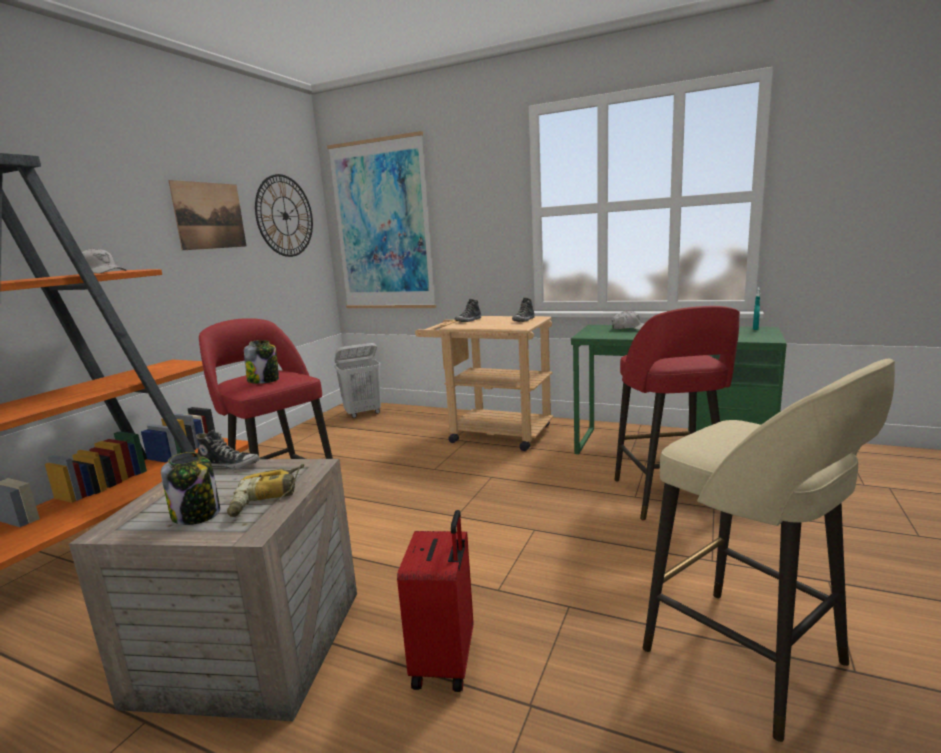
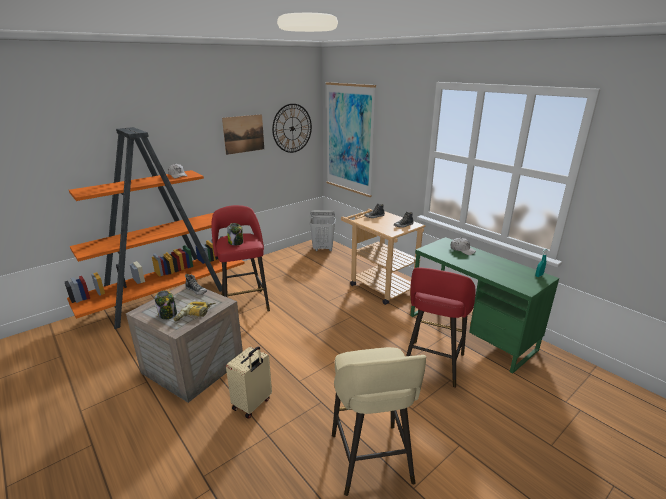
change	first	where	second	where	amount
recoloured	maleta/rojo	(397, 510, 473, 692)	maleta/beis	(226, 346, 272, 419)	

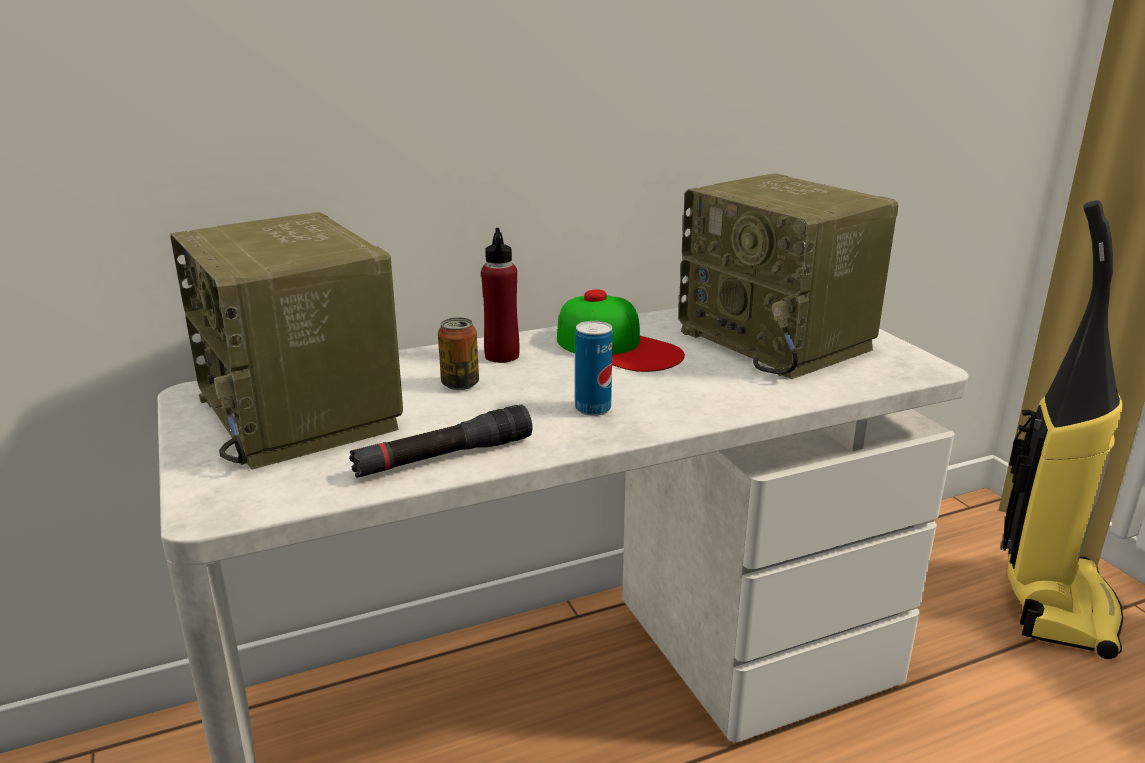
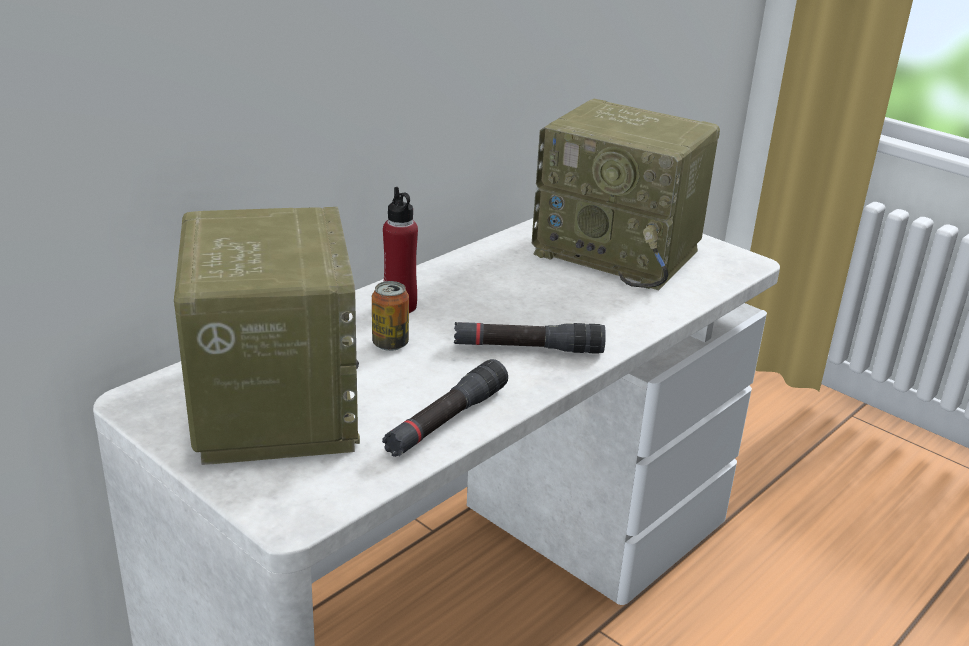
change	first	where	second	where	amount
turned	radio	(170, 212, 403, 470)		(174, 207, 360, 465)	135 degrees counterclockwise
replaced	lata	(575, 321, 613, 416)	linterna/negro	(454, 322, 606, 354)	
removed	gorra	(557, 289, 685, 372)			
removed	aspiradora	(1000, 200, 1123, 659)			

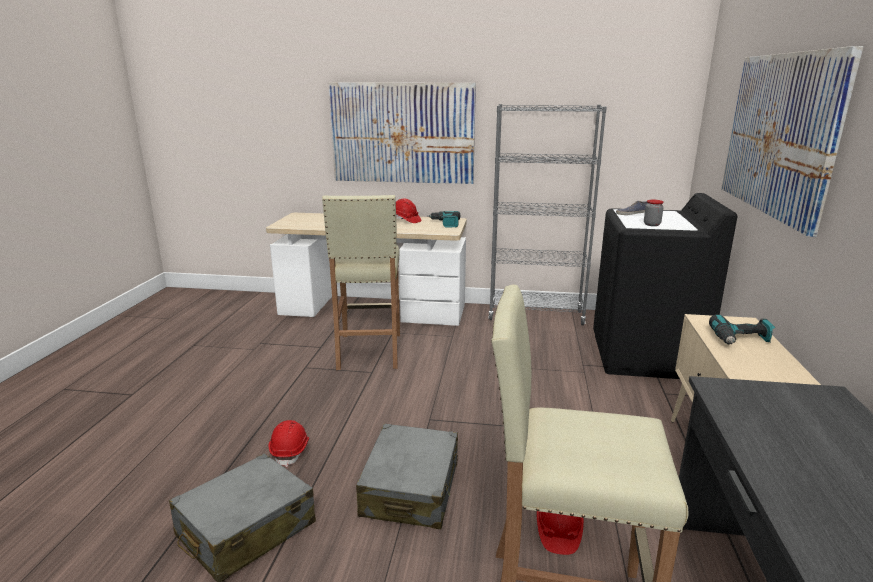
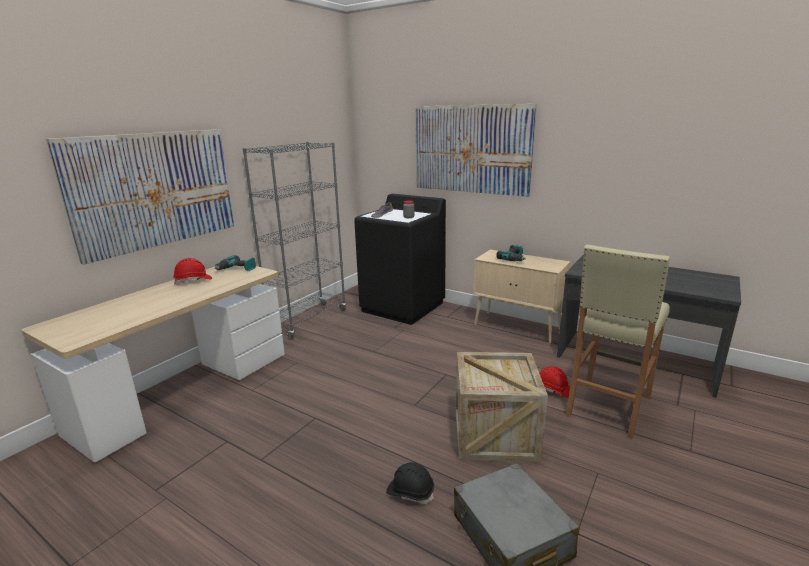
change	first	where	second	where	amount
recoloured	casco/rojo	(269, 420, 309, 467)	casco/negro	(386, 462, 434, 504)	
replaced	maleta/gris	(356, 424, 458, 529)	caja de embalaje	(456, 352, 548, 462)	
removed	taburete/beis	(322, 195, 400, 370)			

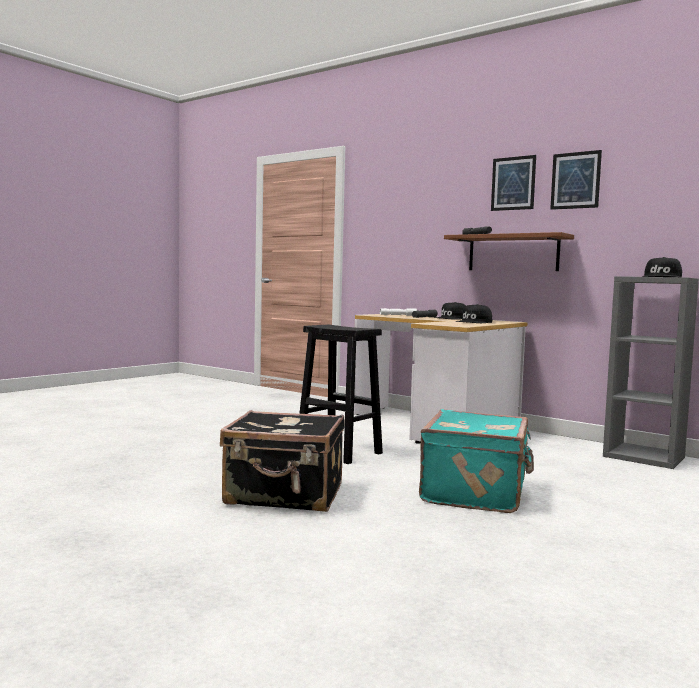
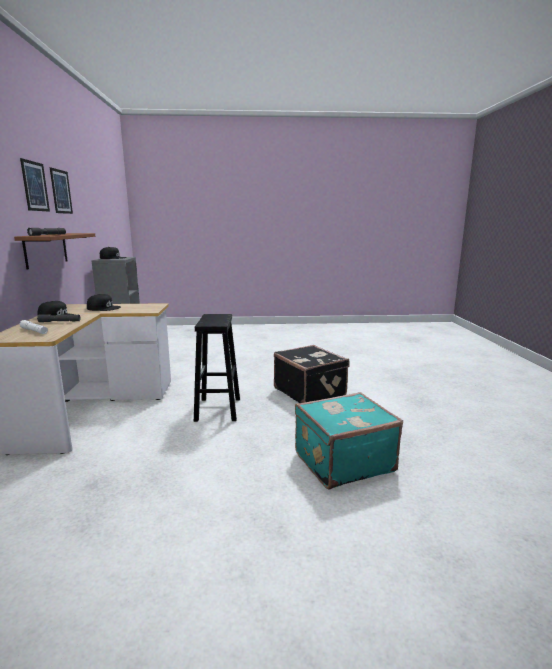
change	first	where	second	where	amount
moved	maleta/turquesa	(419, 409, 534, 513)		(295, 392, 403, 489)	

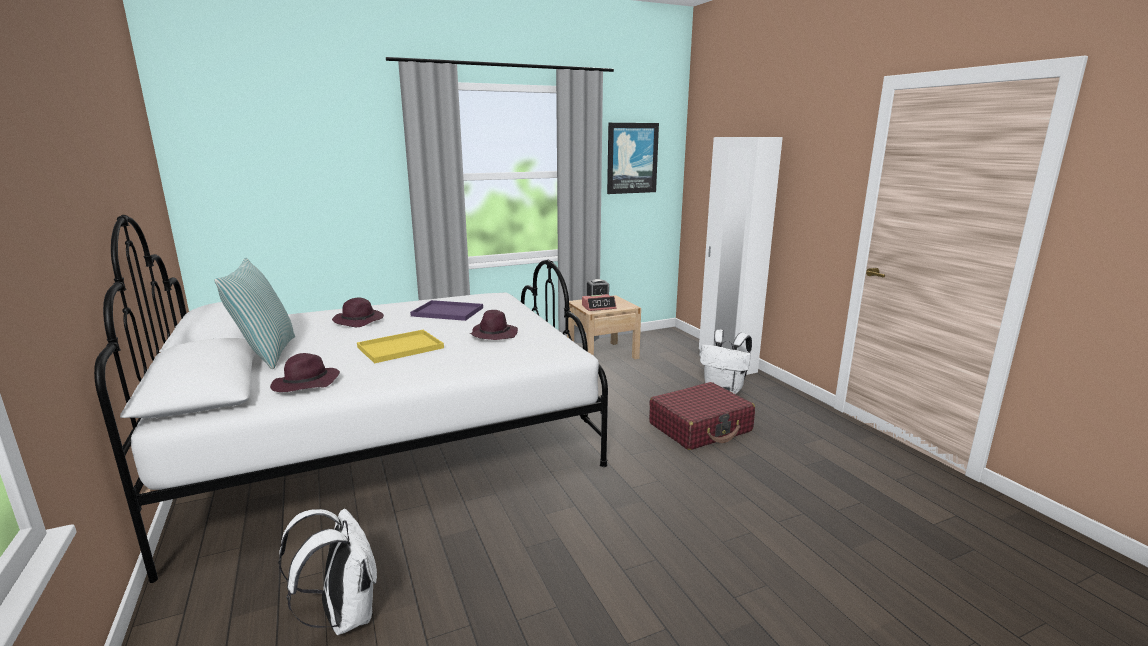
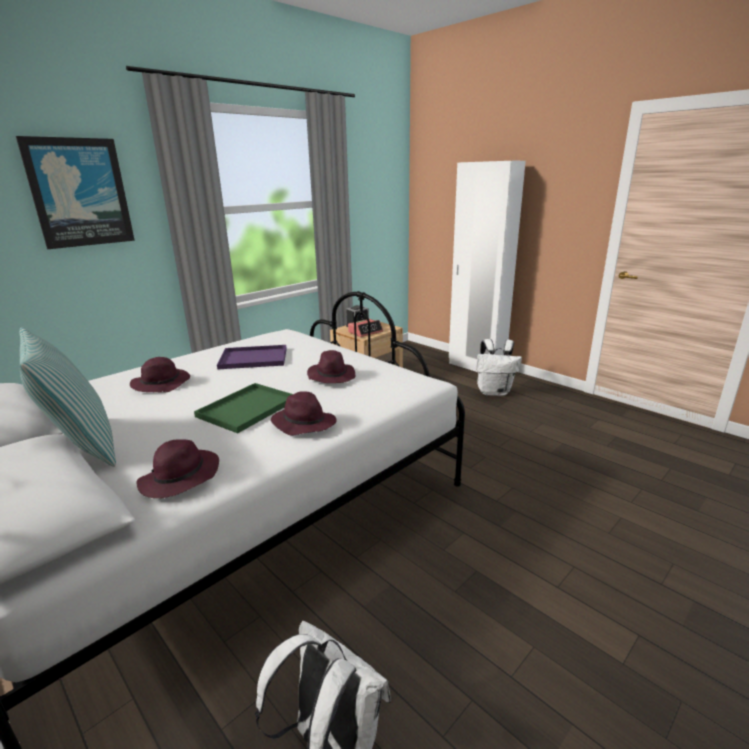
change	first	where	second	where	amount
moved	cuadro	(607, 123, 659, 194)		(16, 136, 135, 249)	
recoloured	bandeja/amarillo	(357, 330, 444, 363)	bandeja/verde	(194, 383, 293, 433)	
added			sombrero/morado	(271, 391, 337, 436)	
removed	maleta/rojo	(649, 382, 755, 450)			

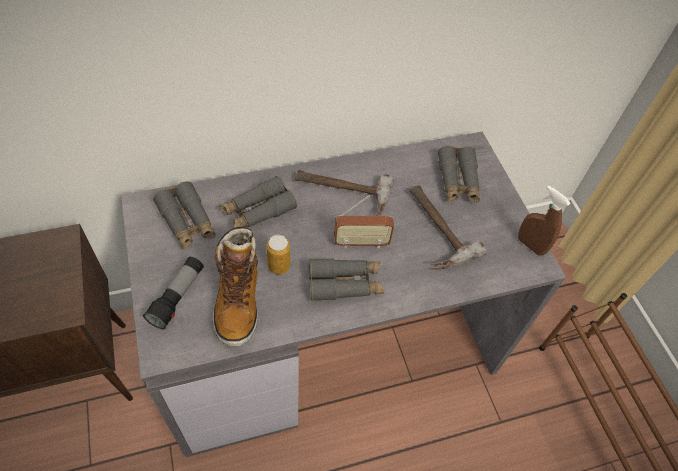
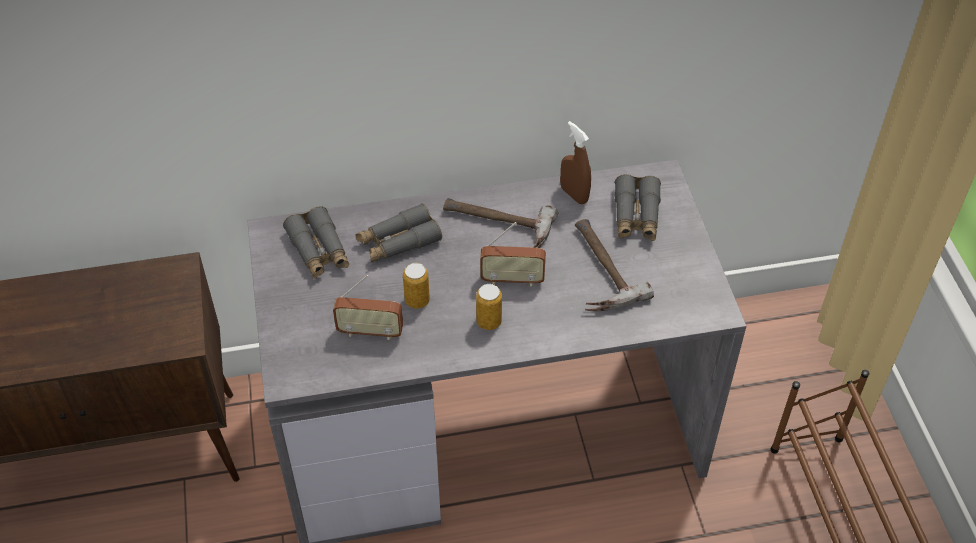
change	first	where	second	where	amount
replaced	bota	(213, 227, 258, 346)	radio	(333, 275, 403, 340)	
replaced	prismáticos/gris	(309, 258, 384, 301)	lata	(476, 284, 502, 330)	
moved	pulverizador/marrón	(518, 185, 571, 255)		(560, 121, 591, 204)	
removed	linterna	(143, 257, 204, 330)			

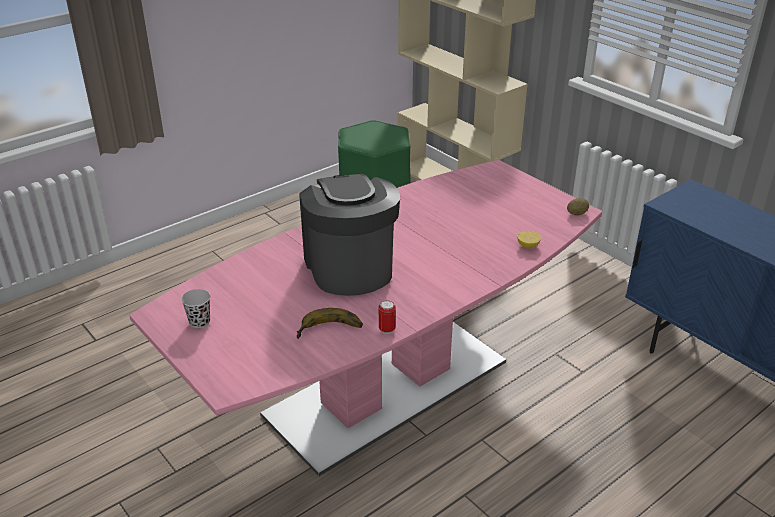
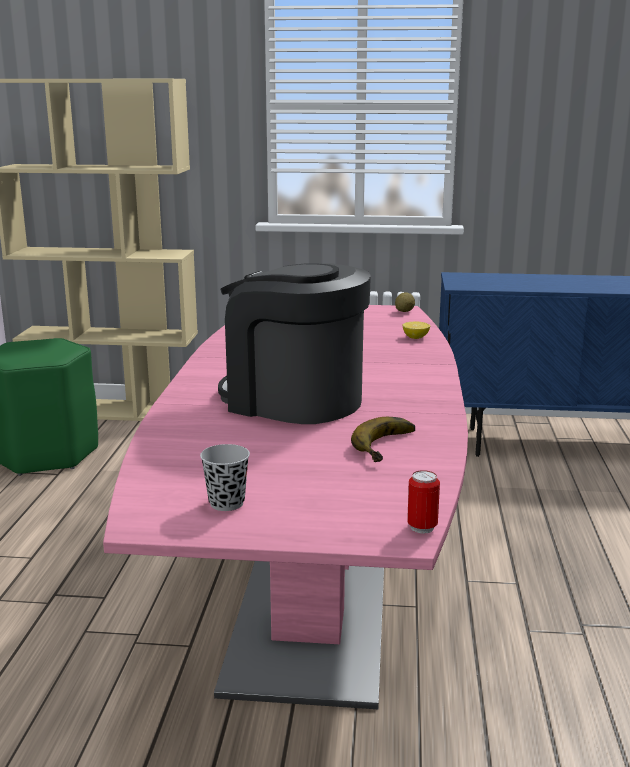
change	first	where	second	where	amount
moved	lata	(379, 300, 396, 334)		(407, 470, 440, 534)	

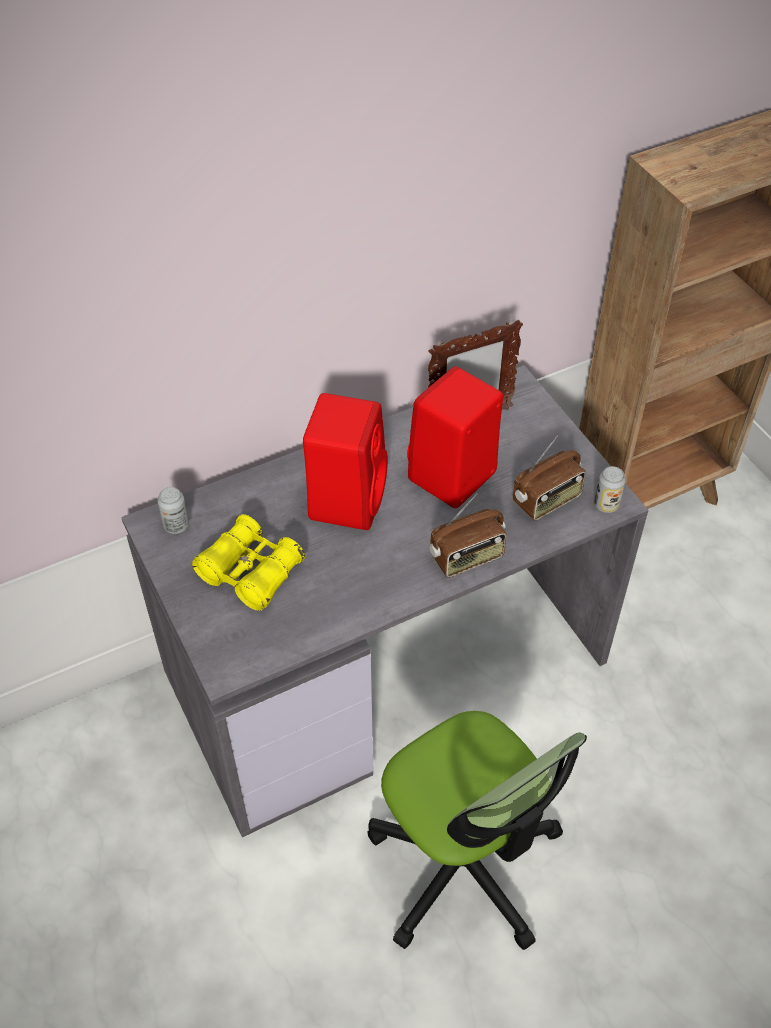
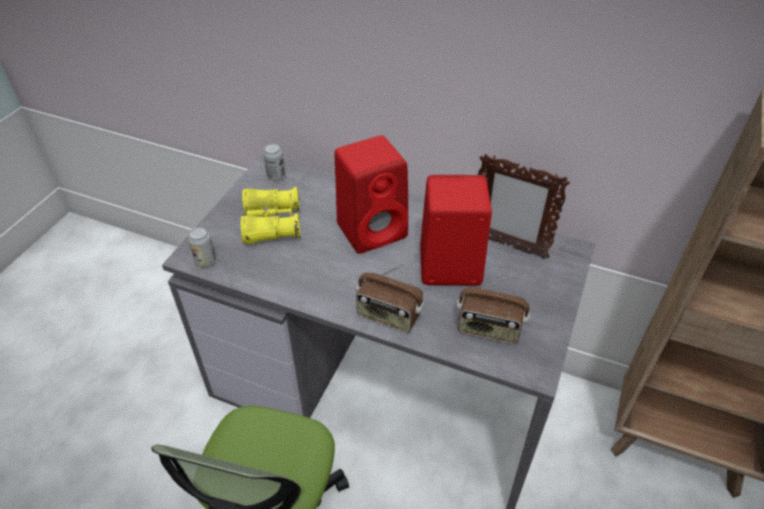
change	first	where	second	where	amount
moved	lata	(594, 466, 626, 513)		(188, 227, 216, 267)	

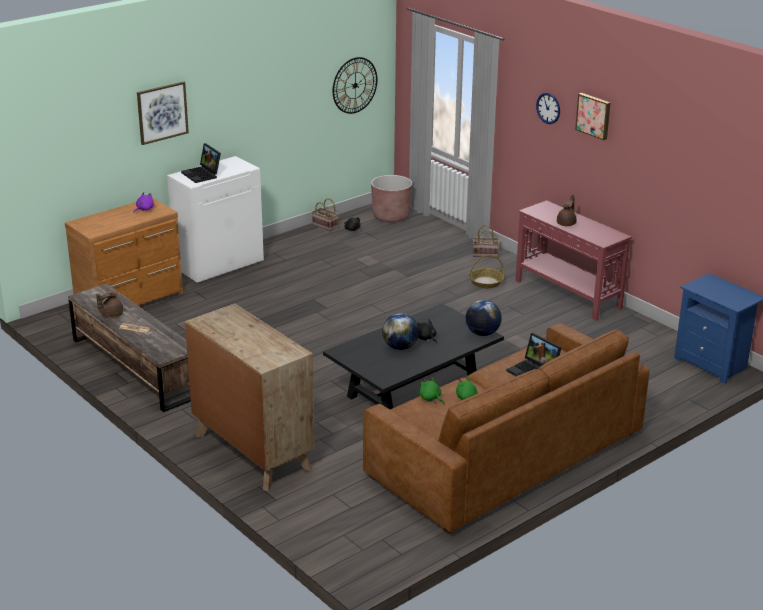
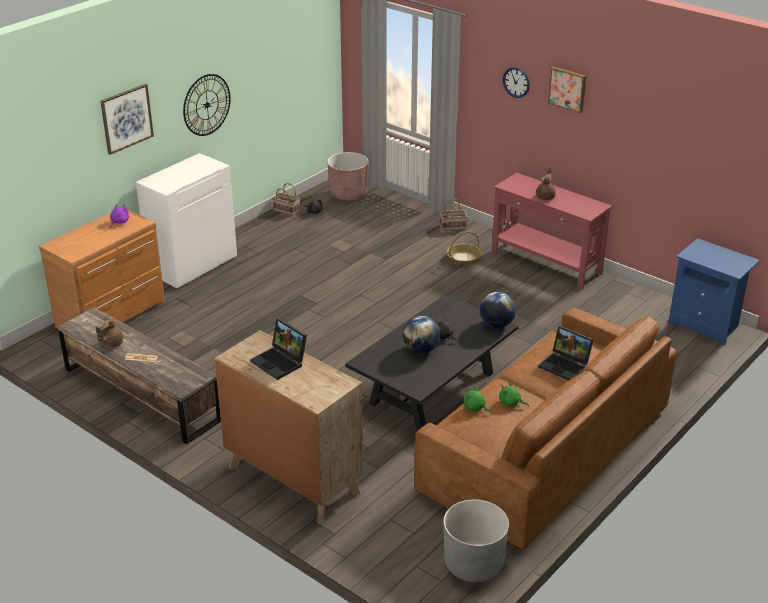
change	first	where	second	where	amount
moved	reloj de pared	(333, 57, 377, 114)		(183, 74, 231, 136)	
moved	portátil	(181, 143, 221, 183)		(250, 318, 307, 380)	
added			maceta/gris	(443, 499, 509, 582)	

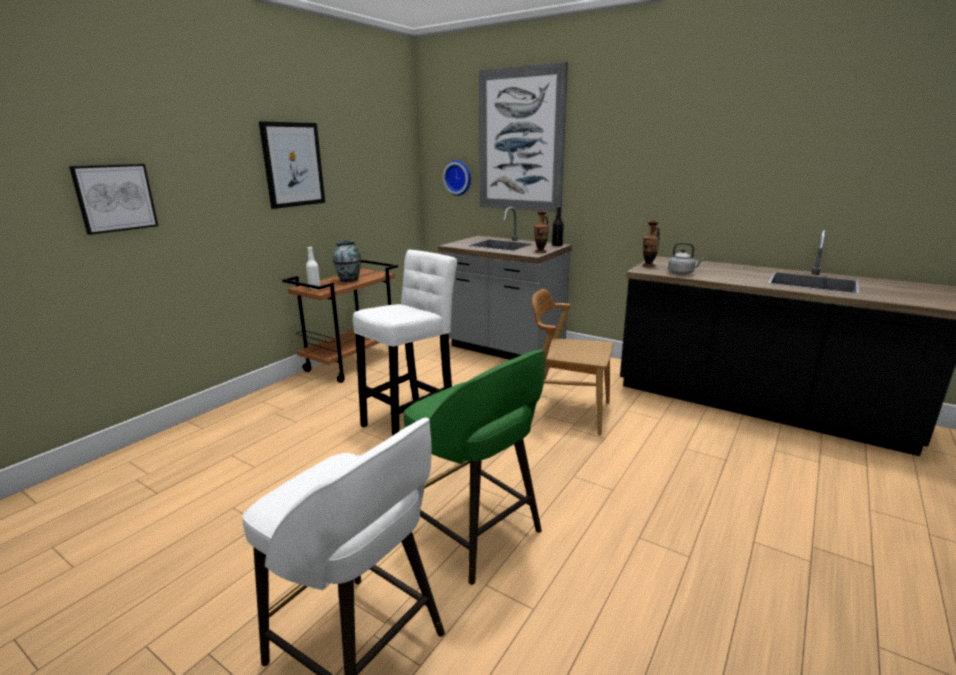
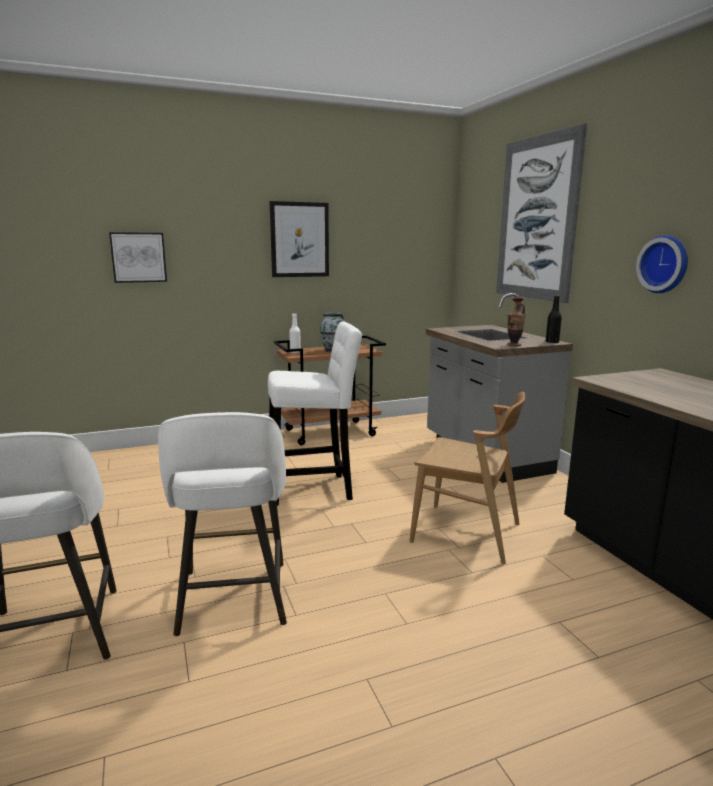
change	first	where	second	where	amount
recoloured	taburete/verde	(404, 349, 545, 585)	taburete/blanco	(158, 412, 287, 636)	
turned	silla/marrón	(532, 289, 613, 436)		(410, 392, 526, 564)	150 degrees clockwise
moved	reloj de pared	(443, 160, 471, 196)		(636, 235, 688, 293)	
removed	florero	(642, 221, 660, 267)			
removed	hervidor/gris	(668, 242, 704, 275)			

